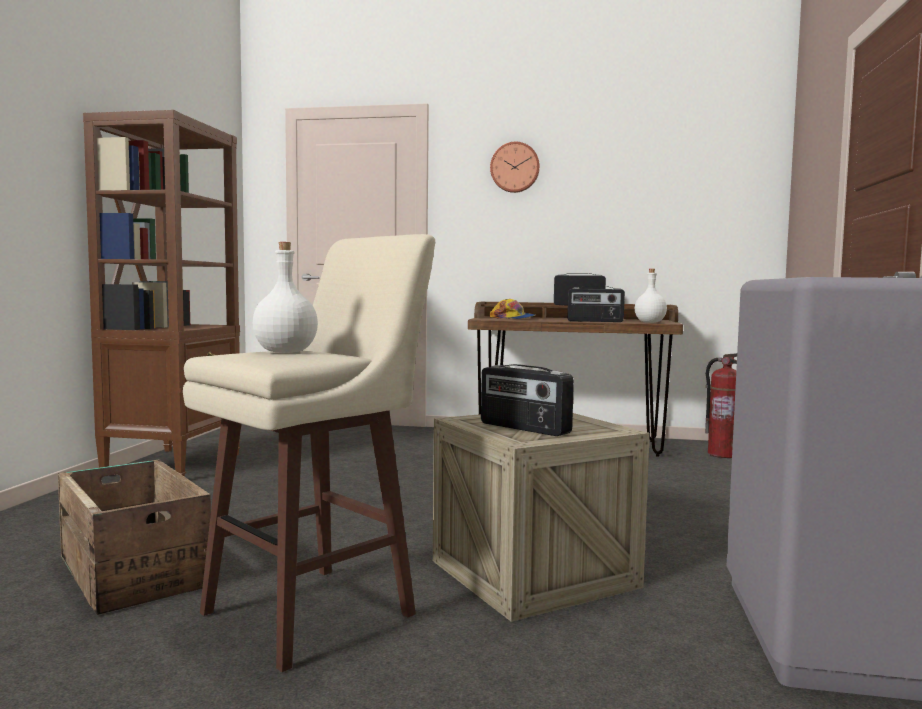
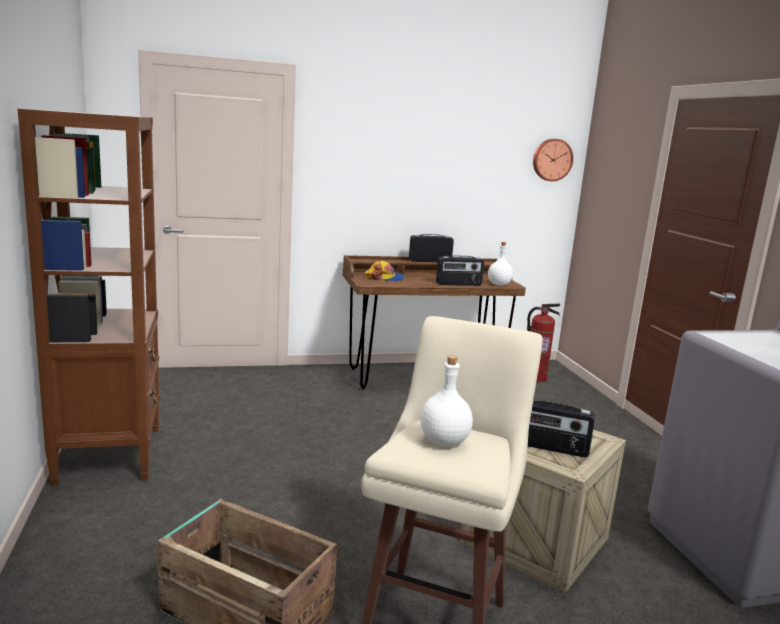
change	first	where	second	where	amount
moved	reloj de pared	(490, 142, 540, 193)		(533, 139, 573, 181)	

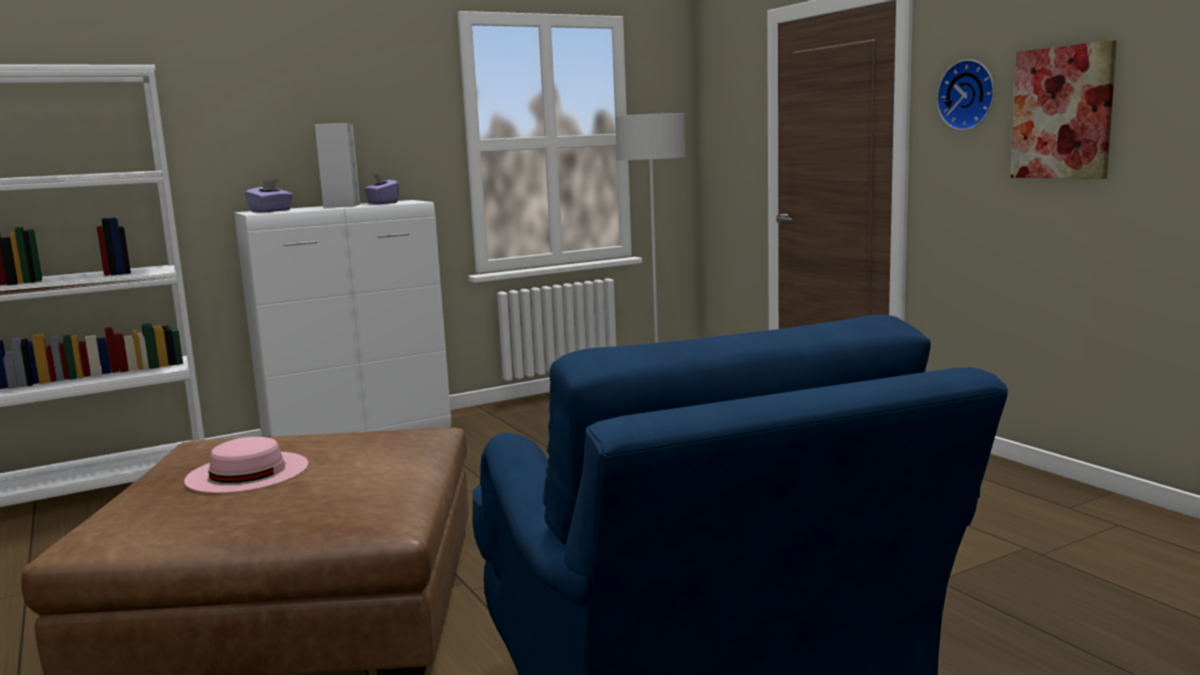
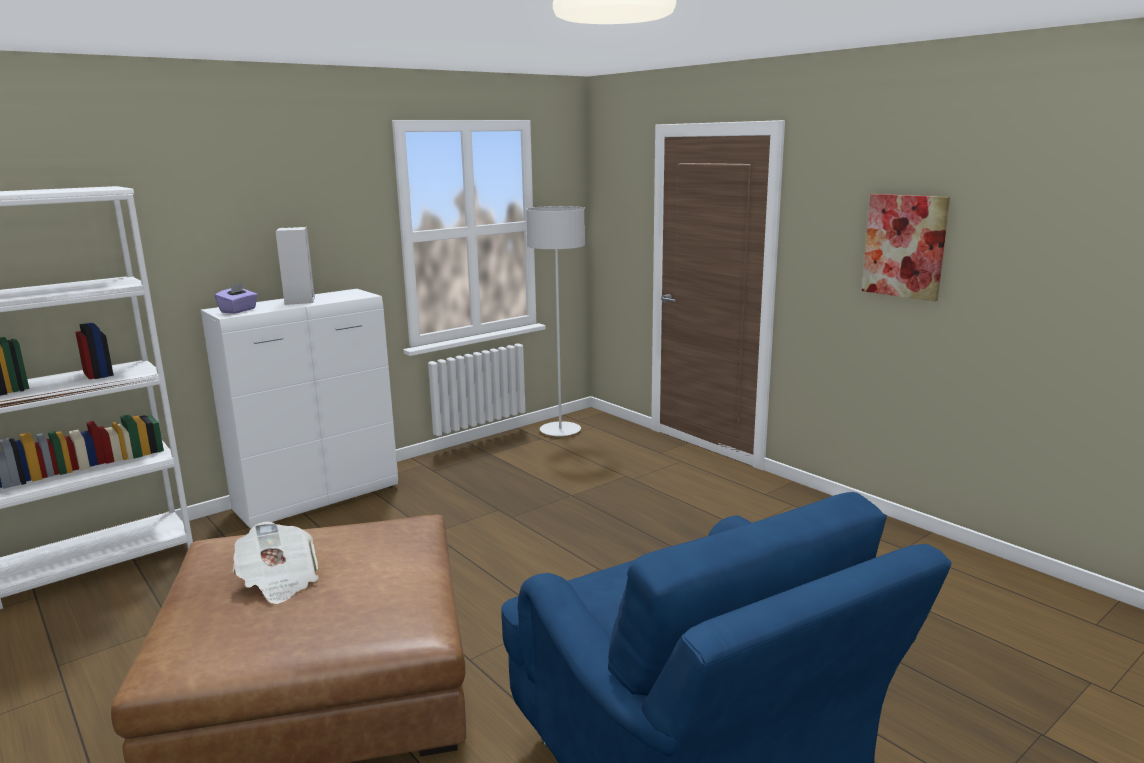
change	first	where	second	where	amount
replaced	sombrero/rosa	(184, 437, 308, 493)	periódico	(233, 521, 319, 604)	
removed	caja de pañuelos/morado	(363, 174, 399, 204)			
removed	reloj de pared	(937, 59, 994, 131)			

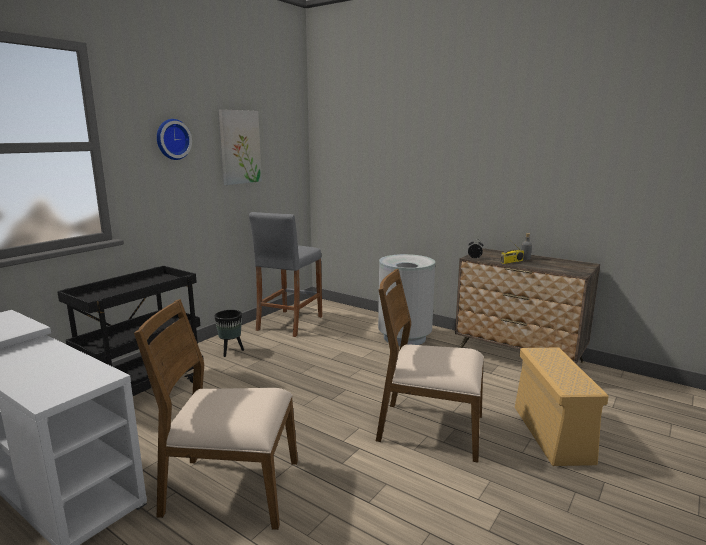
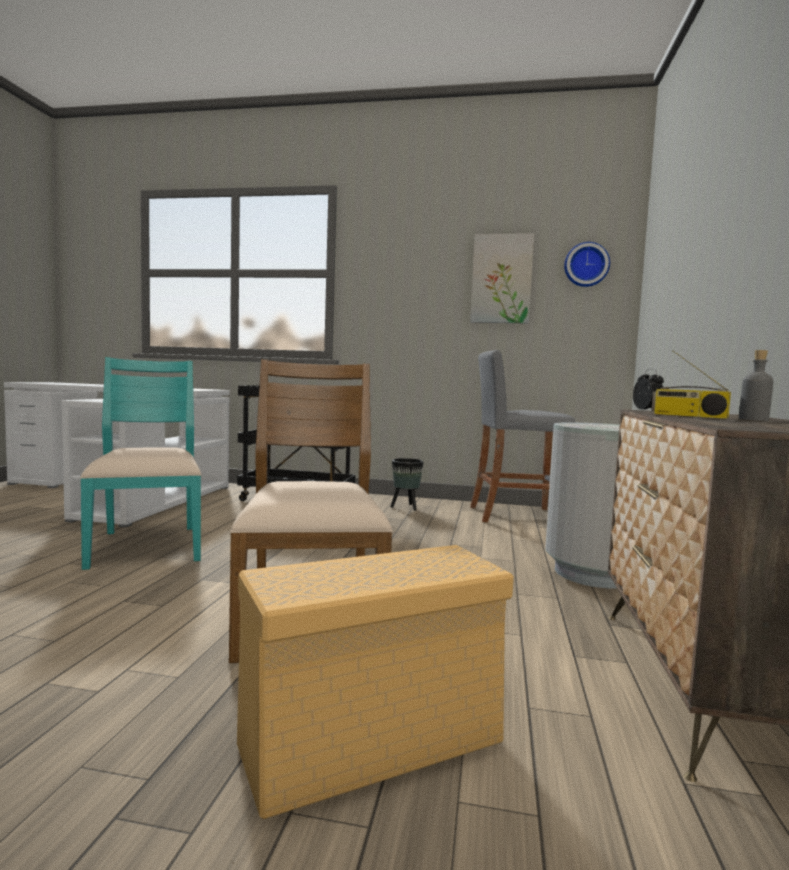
change	first	where	second	where	amount
recoloured	silla/marrón	(134, 299, 298, 530)	silla/turquesa	(80, 357, 202, 570)	
moved	reloj de pared	(157, 119, 192, 160)		(564, 242, 610, 287)	

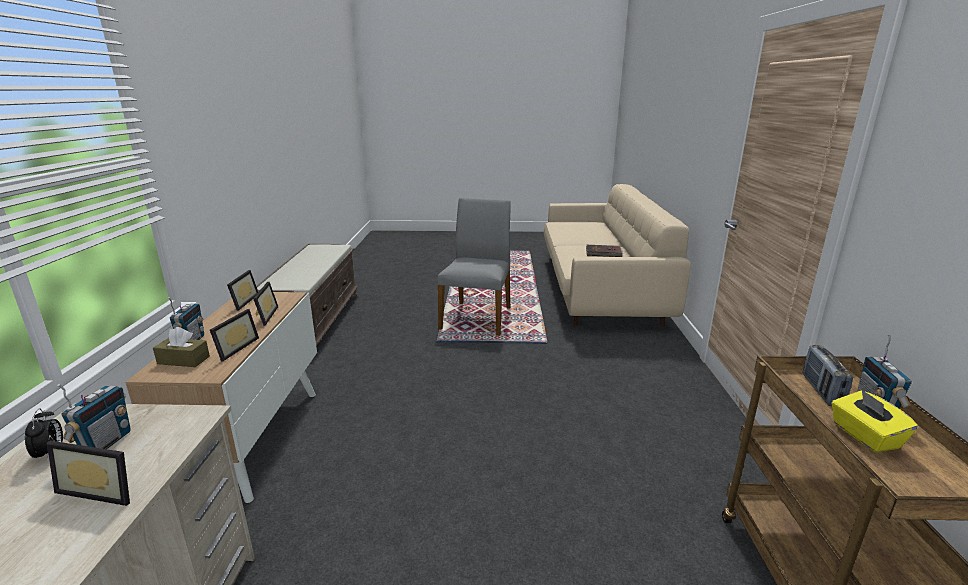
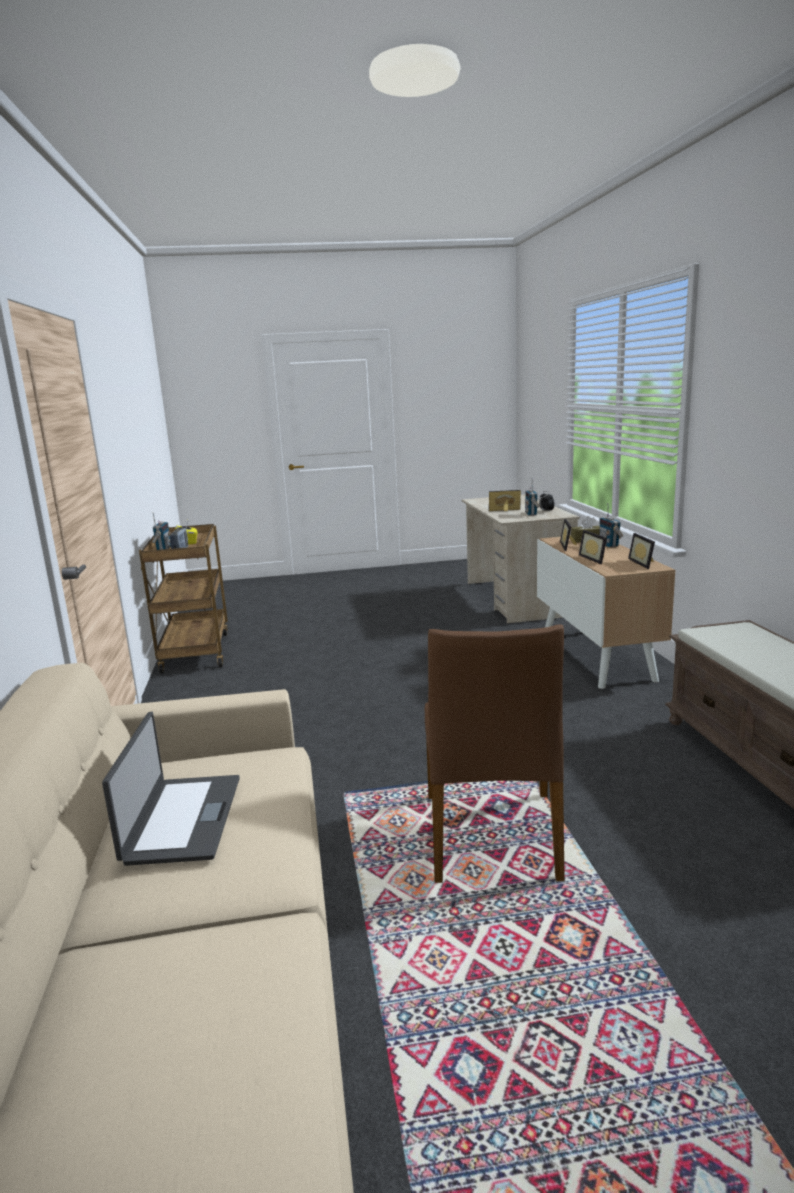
change	first	where	second	where	amount
replaced	libro/marrón	(586, 245, 623, 257)	portátil	(102, 712, 240, 866)	
recoloured	silla/gris	(438, 198, 511, 335)	silla/marrón	(425, 624, 565, 883)	

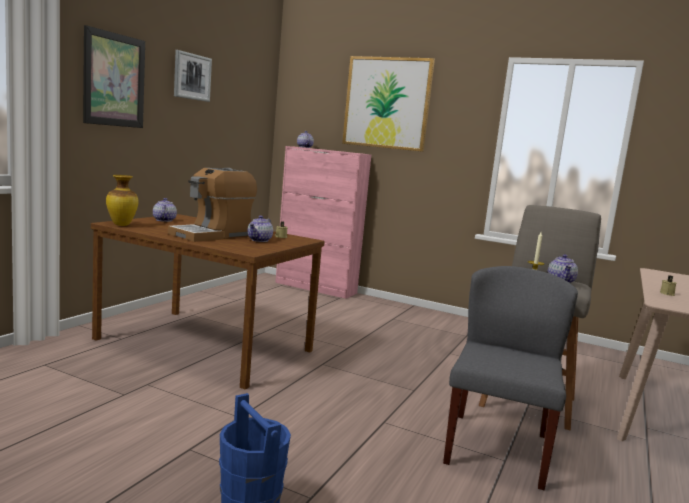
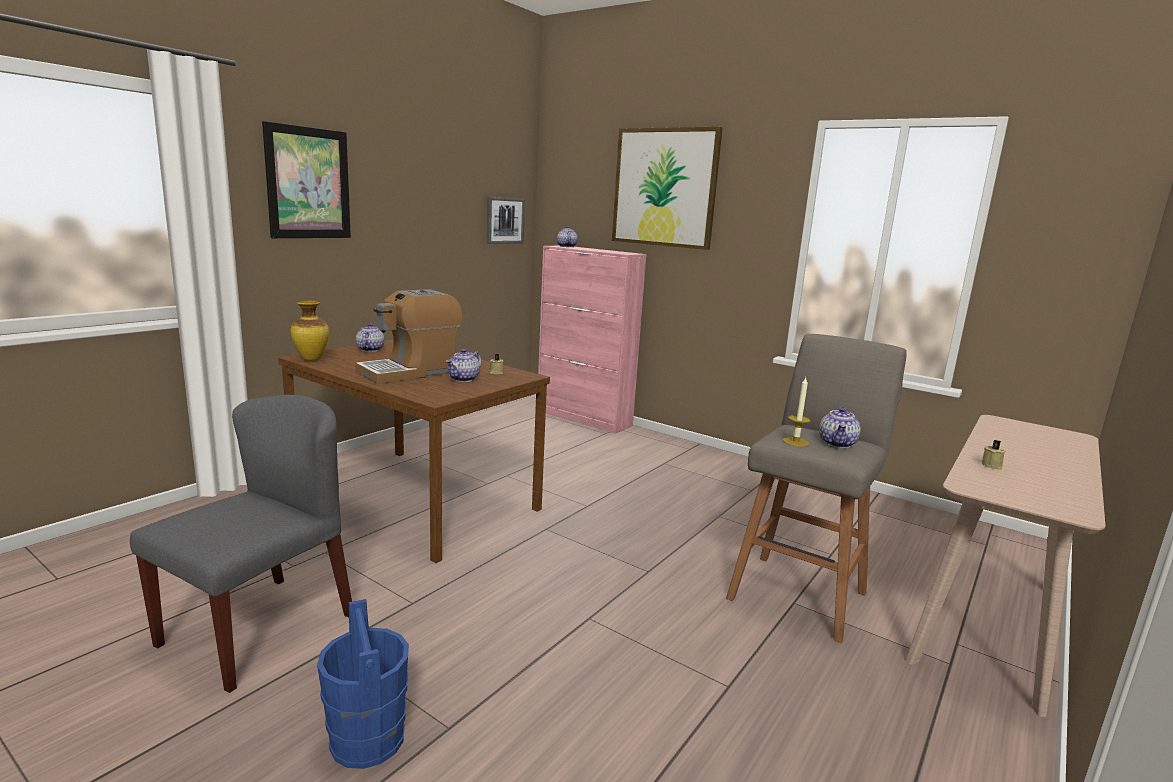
change	first	where	second	where	amount
moved	silla/gris	(443, 266, 578, 490)		(130, 395, 352, 693)	
moved	cuadro	(174, 50, 212, 102)		(487, 197, 525, 244)	

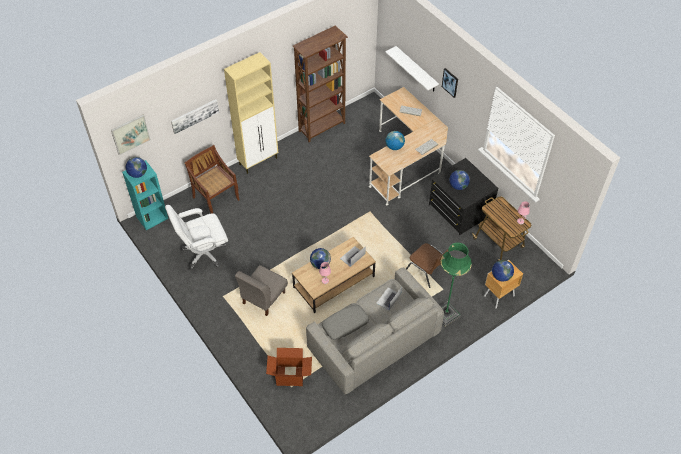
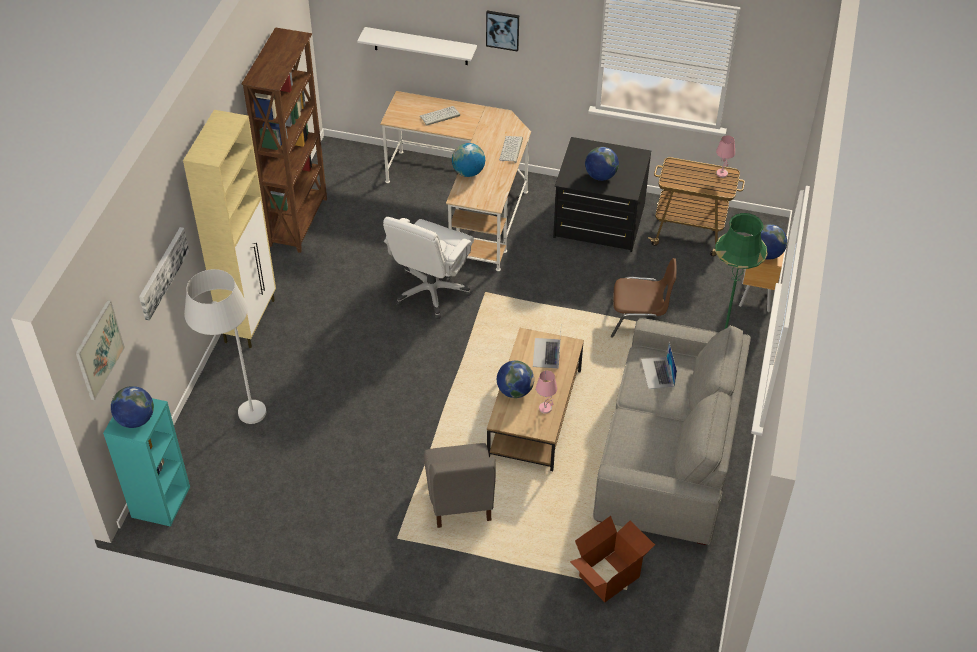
change	first	where	second	where	amount
replaced	silla/marrón	(184, 145, 239, 214)	lámpara de pie/blanco	(184, 269, 266, 424)	
moved	silla de oficina/blanco	(165, 205, 228, 270)		(383, 217, 474, 319)	
removed	cojín/gris	(322, 305, 369, 340)			

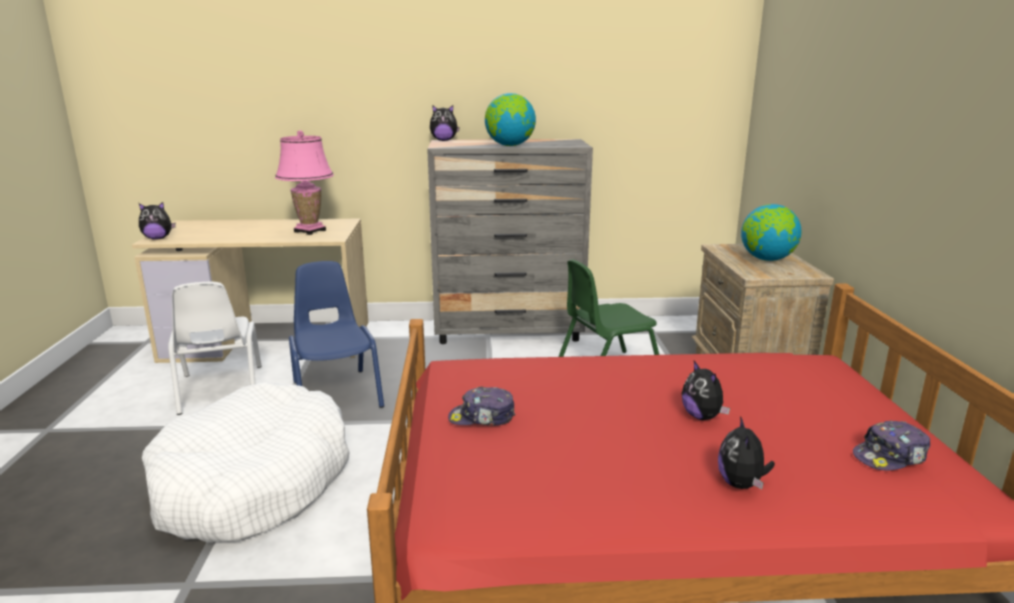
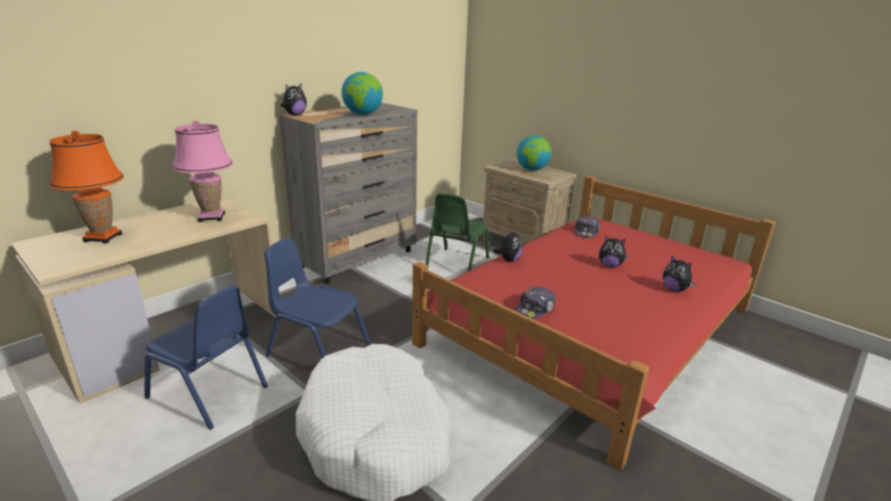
change	first	where	second	where	amount
added			lámpara de mesa/naranja	(49, 130, 124, 244)	
recoloured	silla/blanco	(168, 282, 262, 415)	silla/azul	(144, 286, 268, 429)	
moved	peluche	(139, 202, 176, 240)		(493, 229, 523, 262)	
moved	gorra	(853, 421, 930, 471)		(574, 216, 600, 238)	

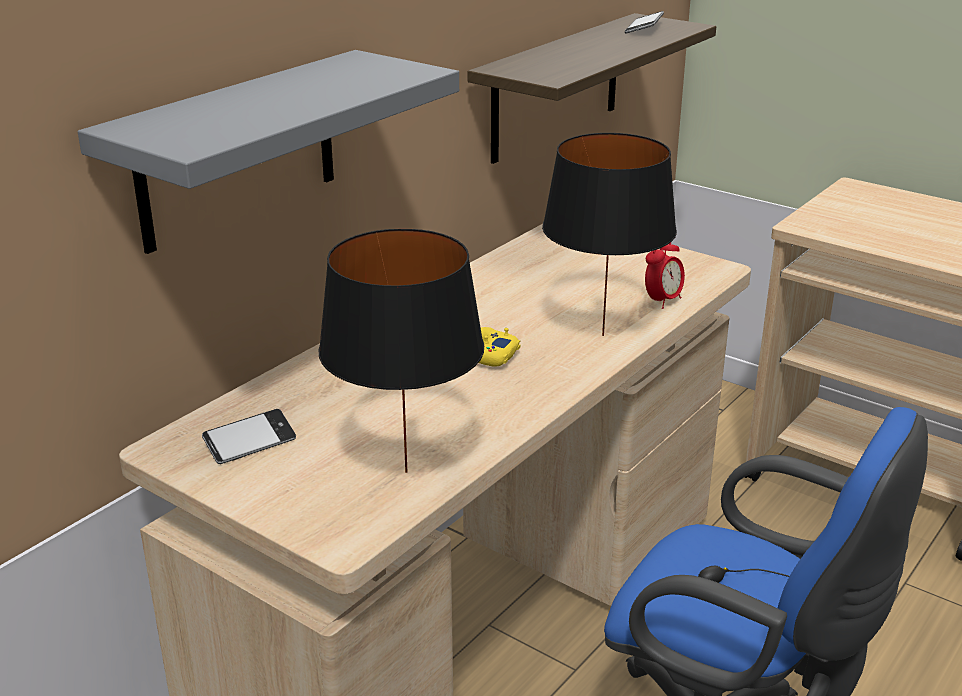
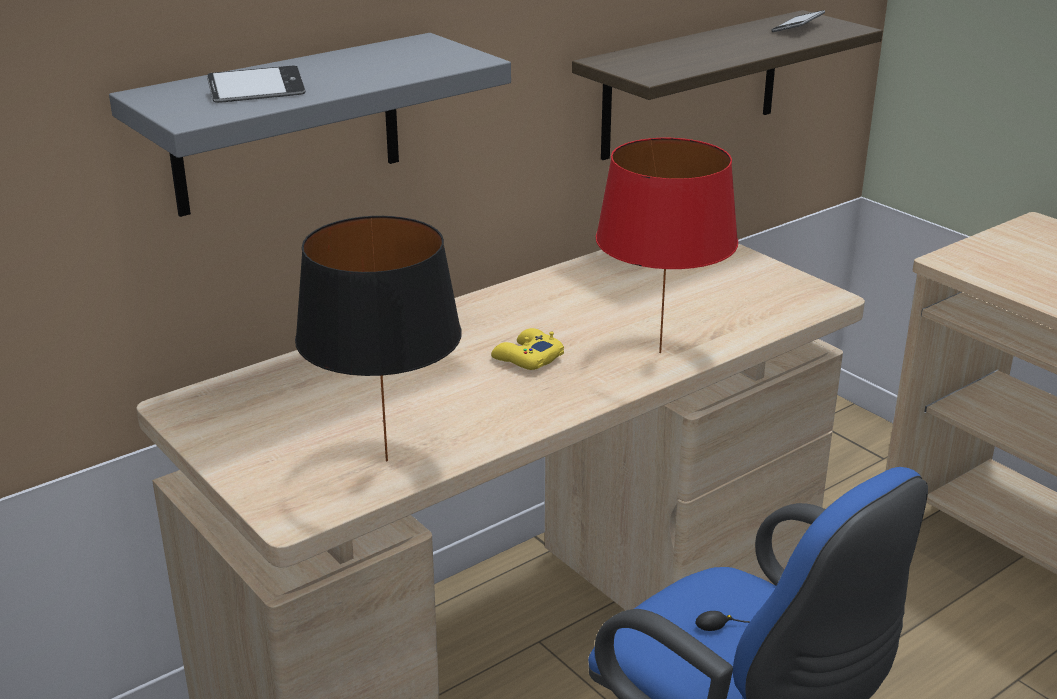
change	first	where	second	where	amount
moved	móvil	(202, 409, 296, 464)		(207, 65, 305, 103)	
recoloured	lámpara de mesa/negro	(542, 133, 677, 336)	lámpara de mesa/rojo	(596, 138, 738, 353)	
removed	despertador	(645, 243, 685, 309)			

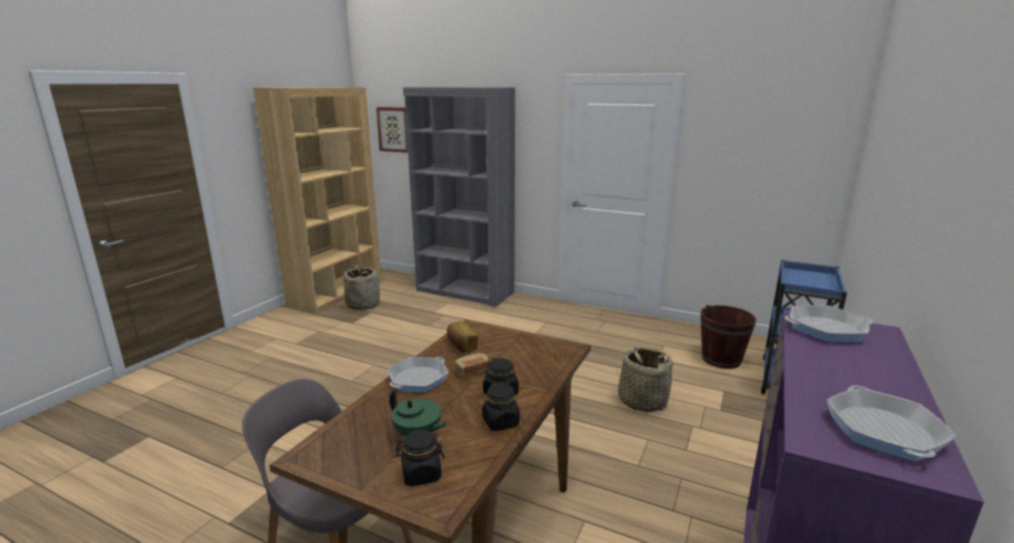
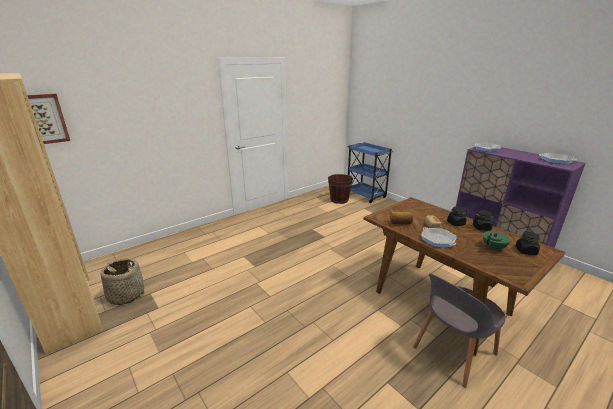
change	first	where	second	where	amount
removed	estantería/gris	(403, 87, 515, 307)			
removed	cesta	(618, 347, 672, 412)			

